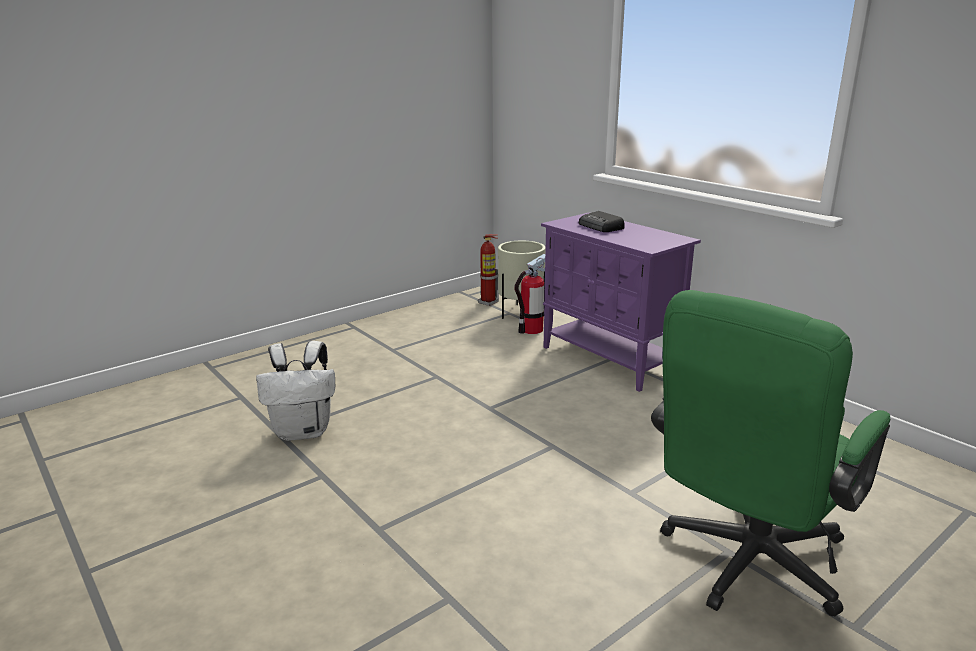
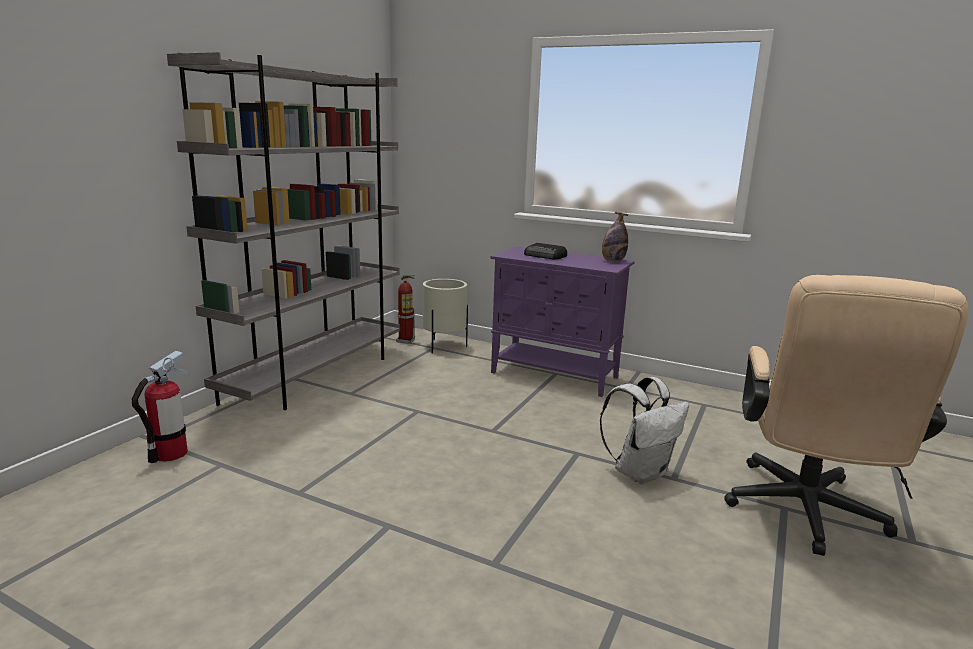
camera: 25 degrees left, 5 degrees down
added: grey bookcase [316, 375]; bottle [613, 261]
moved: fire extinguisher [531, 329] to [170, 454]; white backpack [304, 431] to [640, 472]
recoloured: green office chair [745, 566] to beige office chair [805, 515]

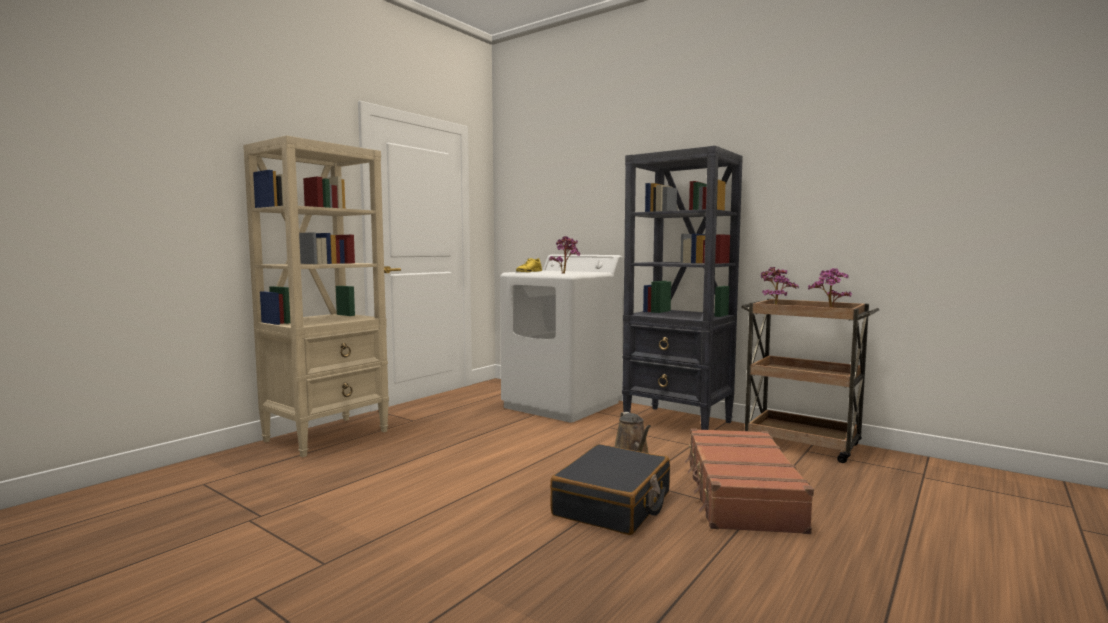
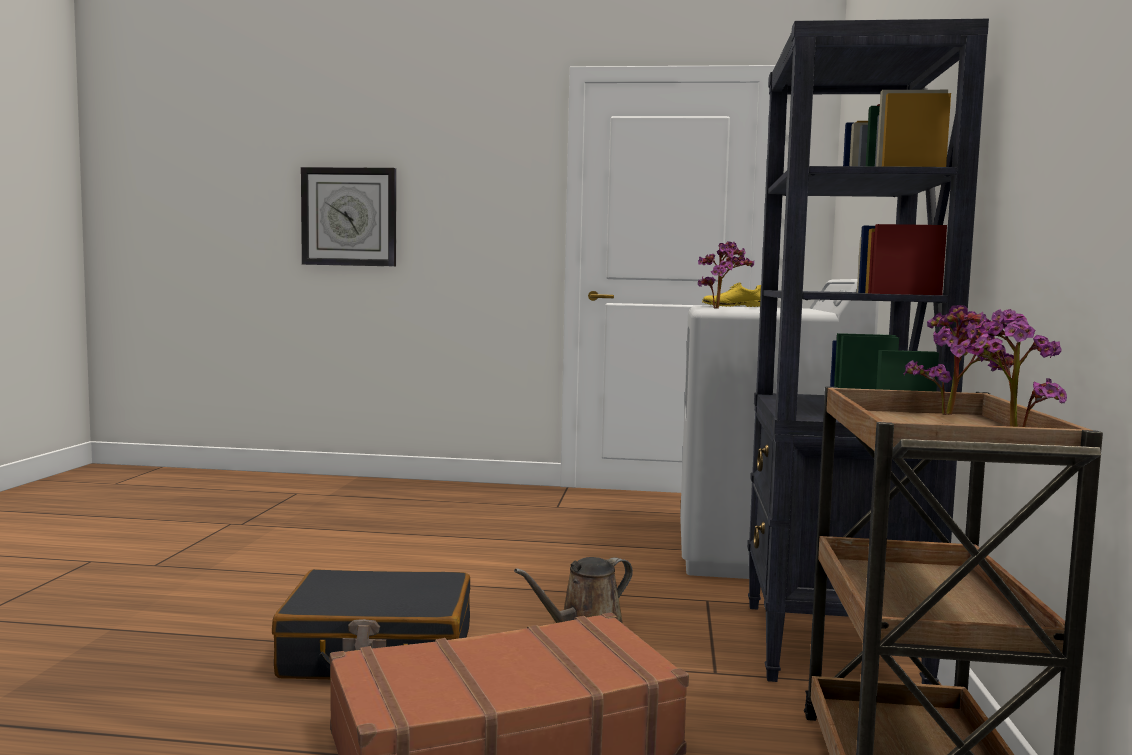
camera: 60 degrees right, 0 degrees up
removed: beige bookcase [328, 436]
added: wall clock [349, 217]

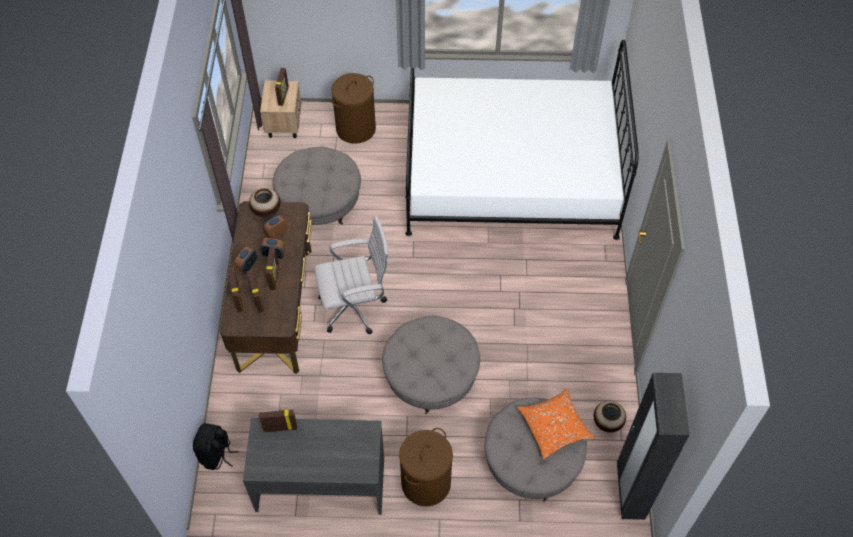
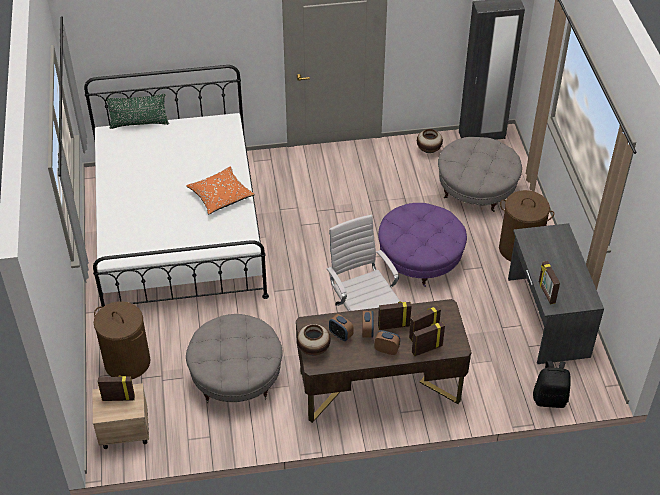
camera: 100 degrees left, 10 degrees down
added: green pillow [139, 123]
moved: orange pillow [554, 427] to [220, 196]
recoloured: grey ottoman [431, 376] to purple ottoman [420, 258]

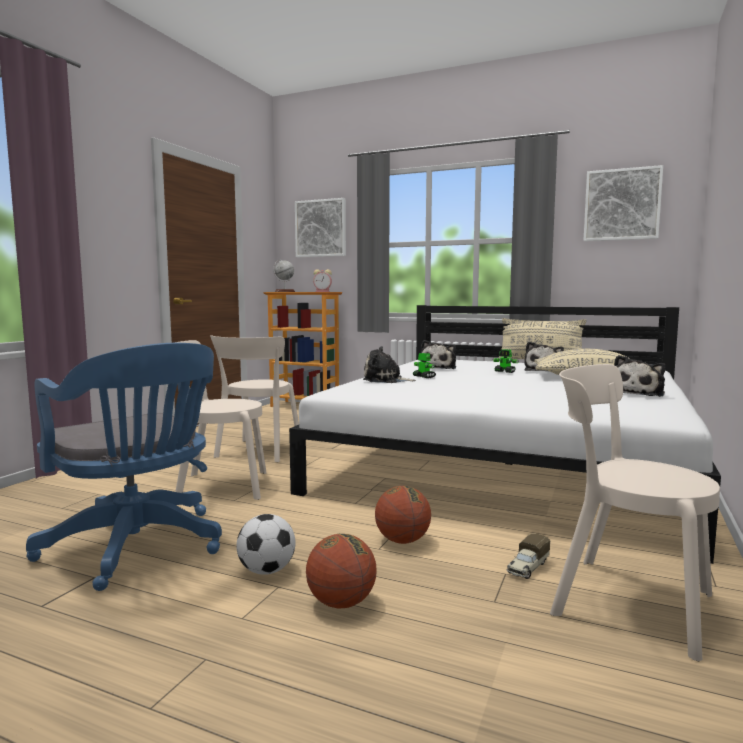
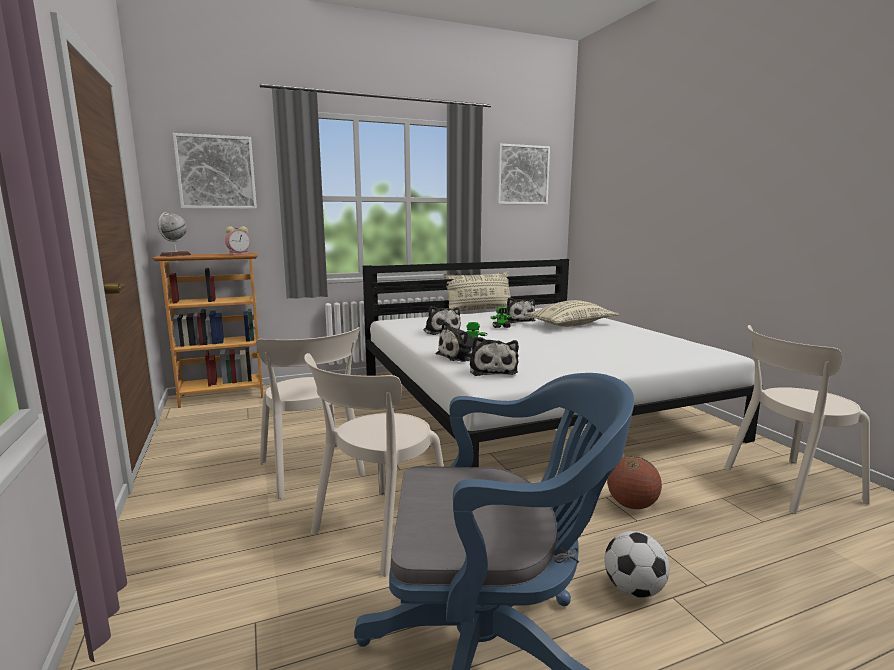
camera: 45 degrees left, 5 degrees up
removed: basketball [341, 603]; toy truck [527, 568]
moved: plush toy [639, 393] to [492, 370]

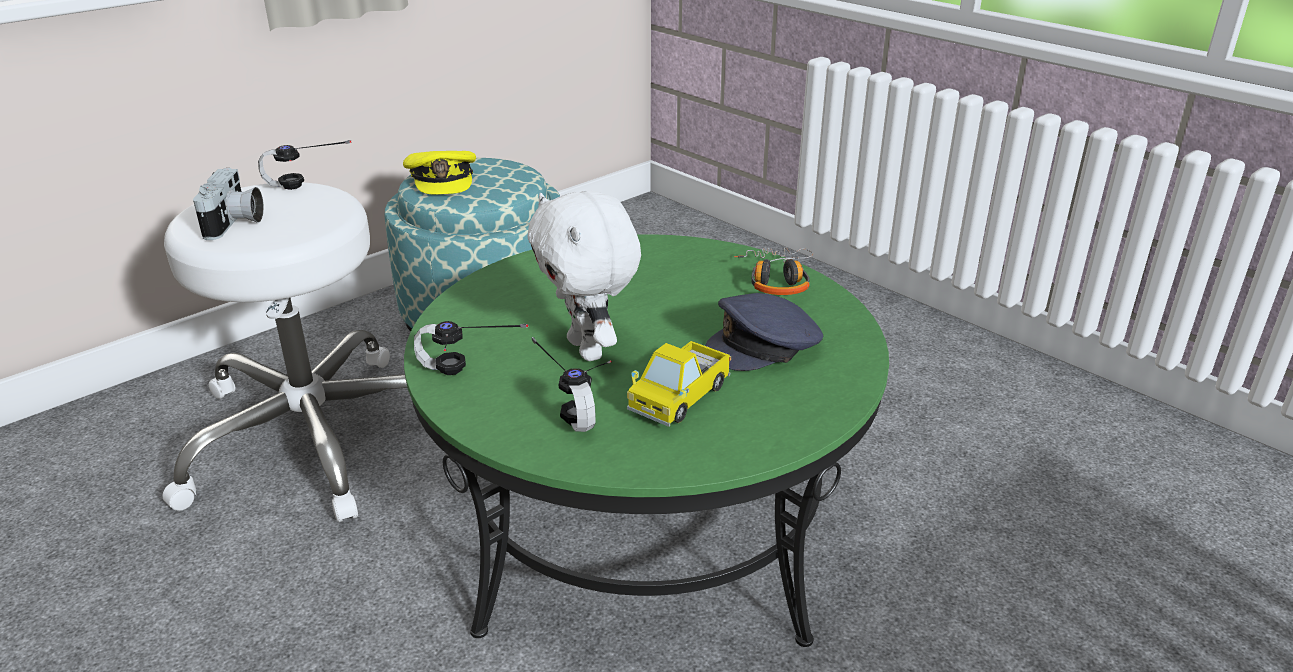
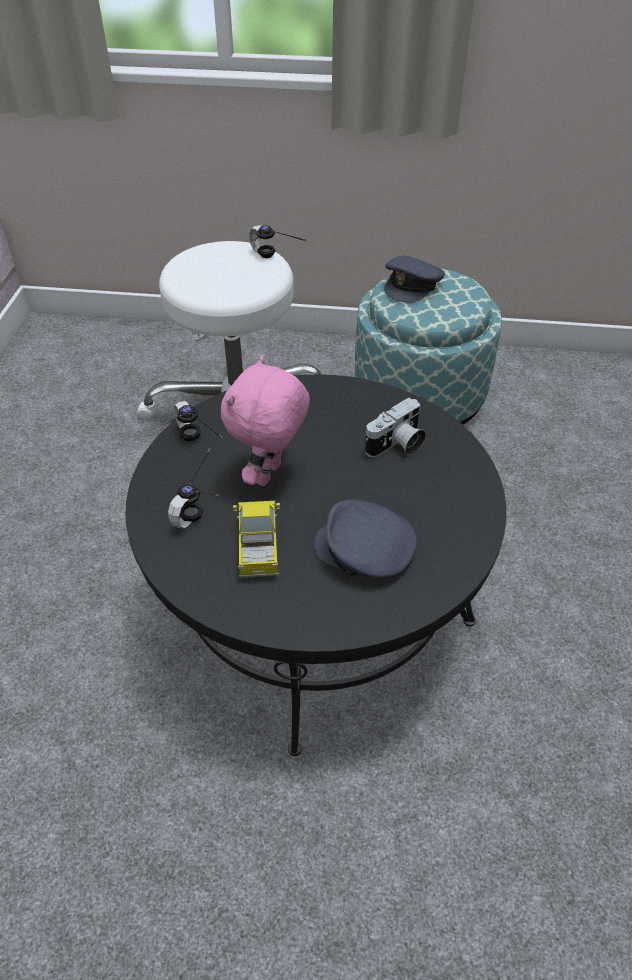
camera: 50 degrees right, 15 degrees up
removed: headphones [777, 280]
moved: photo camera [235, 223] to [397, 445]
recoloured: yellow cap [442, 179] to grey cap [412, 285]; white plush toy [588, 349] to pink plush toy [270, 475]; green coffee table [647, 525] to black coffee table [316, 606]
turned: toy truck [679, 398] = [258, 547] 90 degrees clockwise

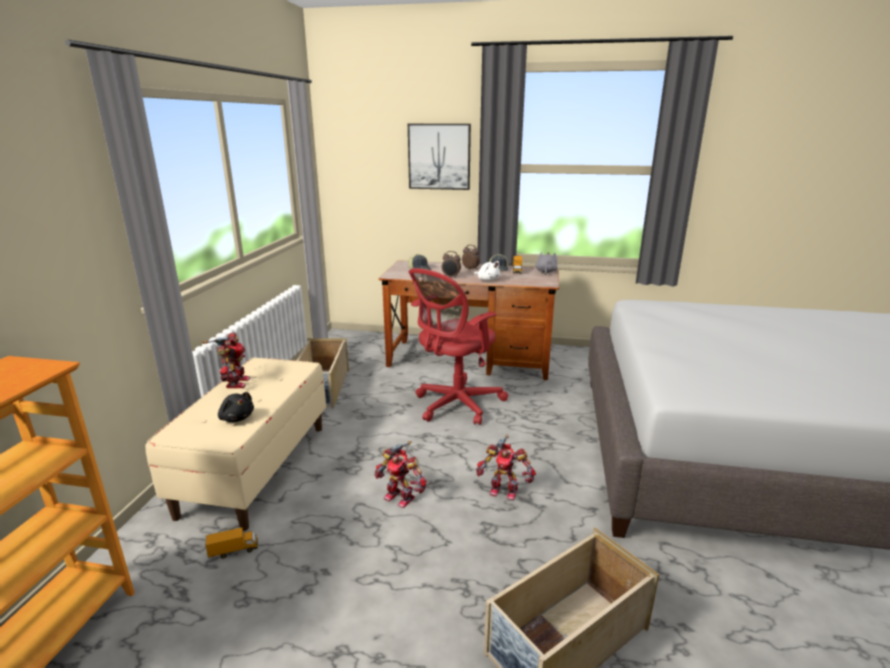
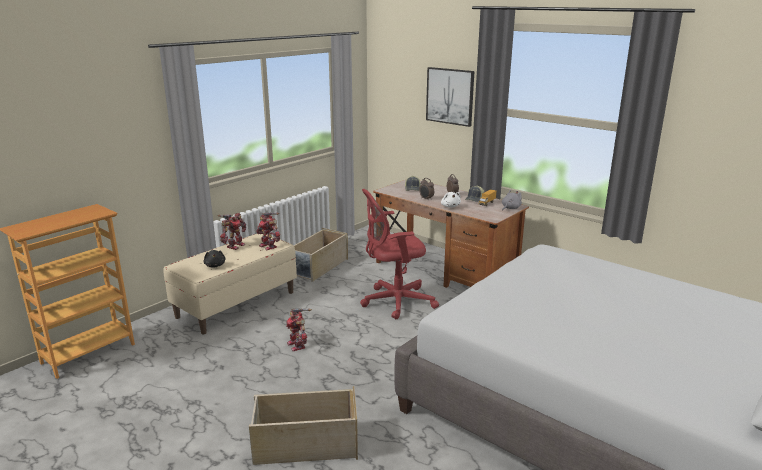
camera: 30 degrees right, 0 degrees up
removed: toy truck [234, 551]
moved: toy robot [504, 490] to [269, 246]

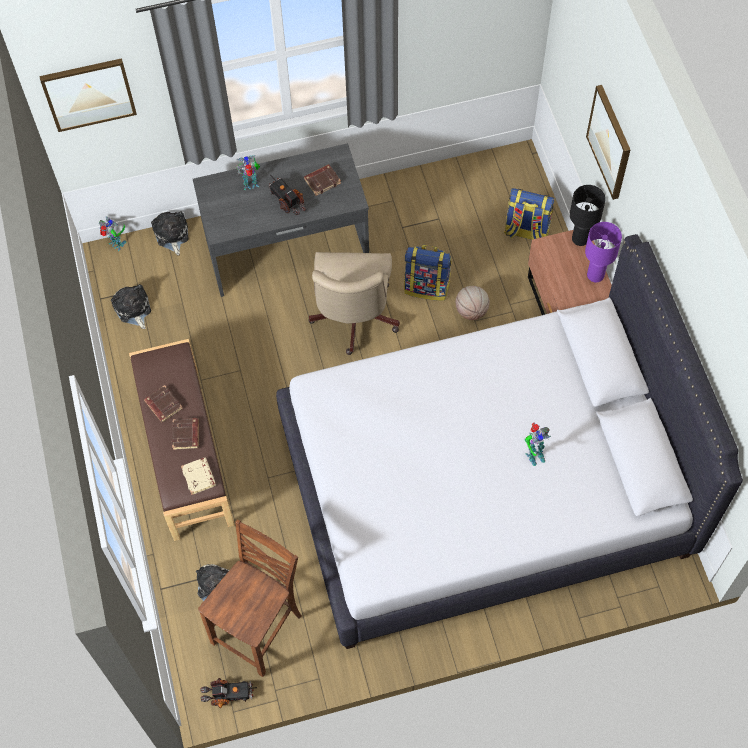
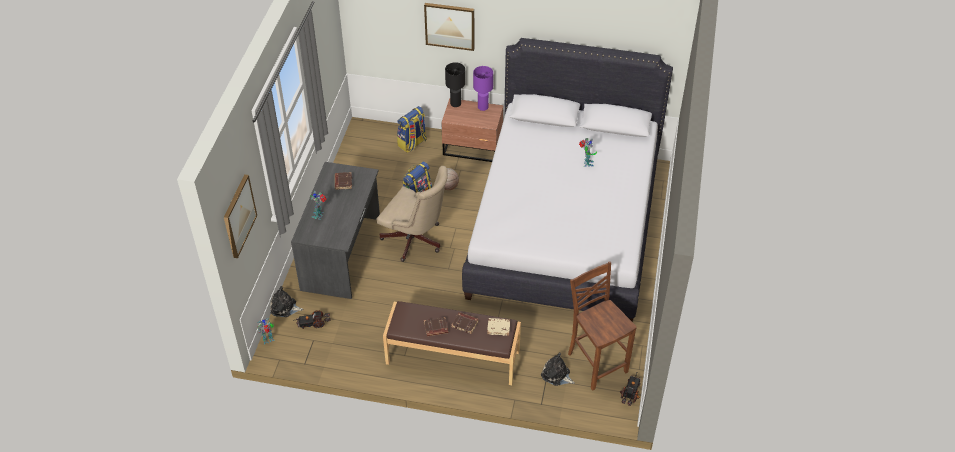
camera: 65 degrees left, 15 degrees down
removed: plush toy [133, 309]
moved: toy truck [287, 200] to [313, 323]

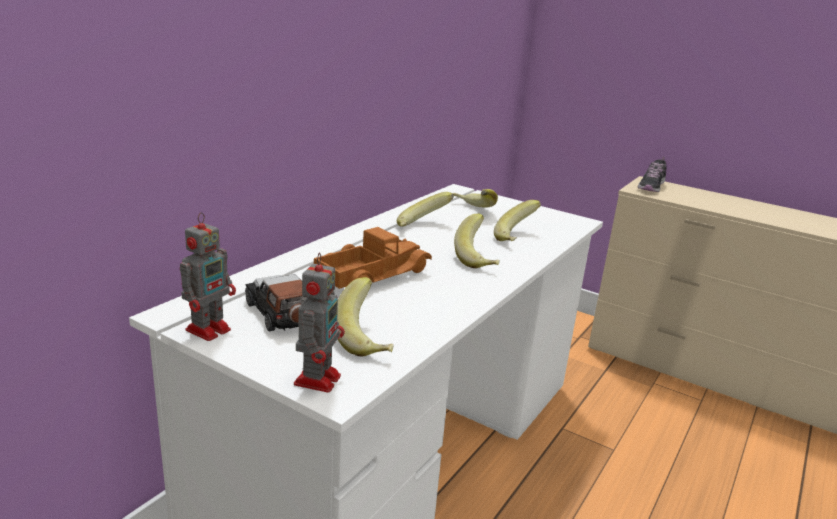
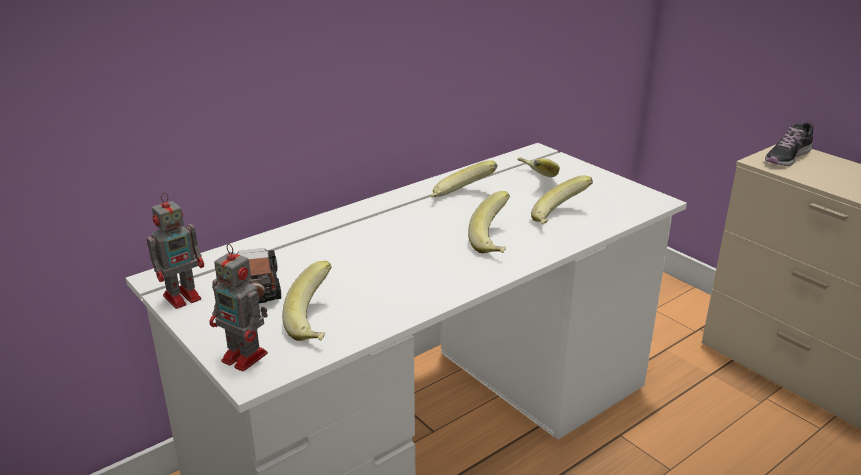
camera: 20 degrees right, 5 degrees up
removed: toy truck [371, 275]
turned: toy robot [318, 378] = [246, 358] 90 degrees clockwise

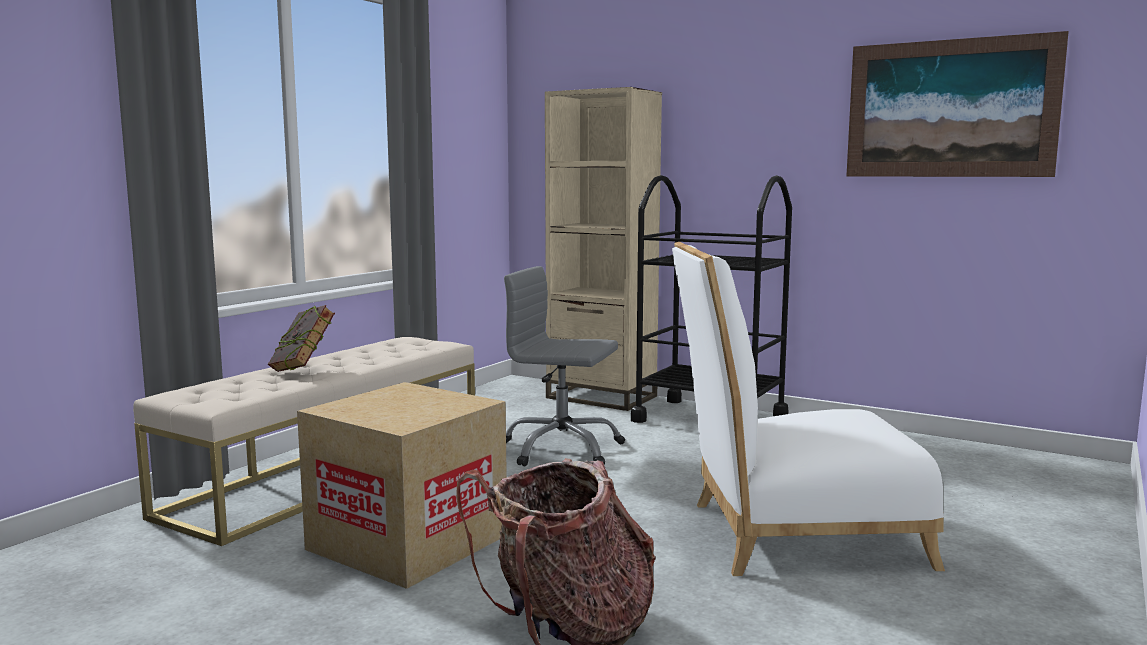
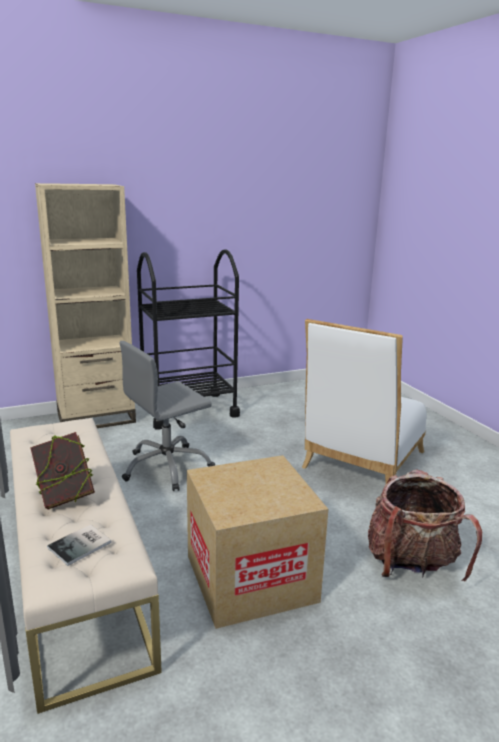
camera: 55 degrees left, 10 degrees up
removed: picture [950, 109]
added: book [82, 545]

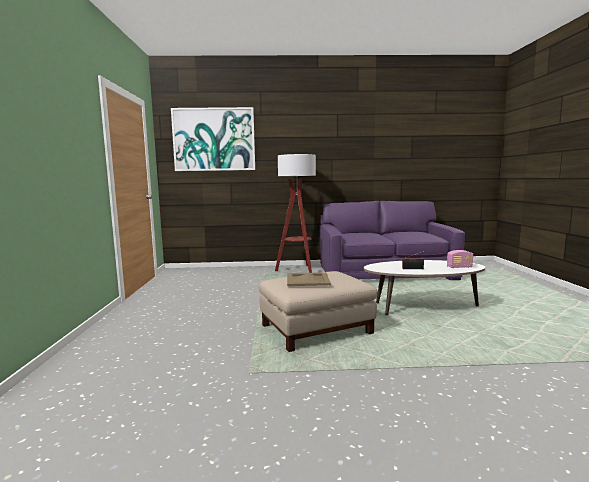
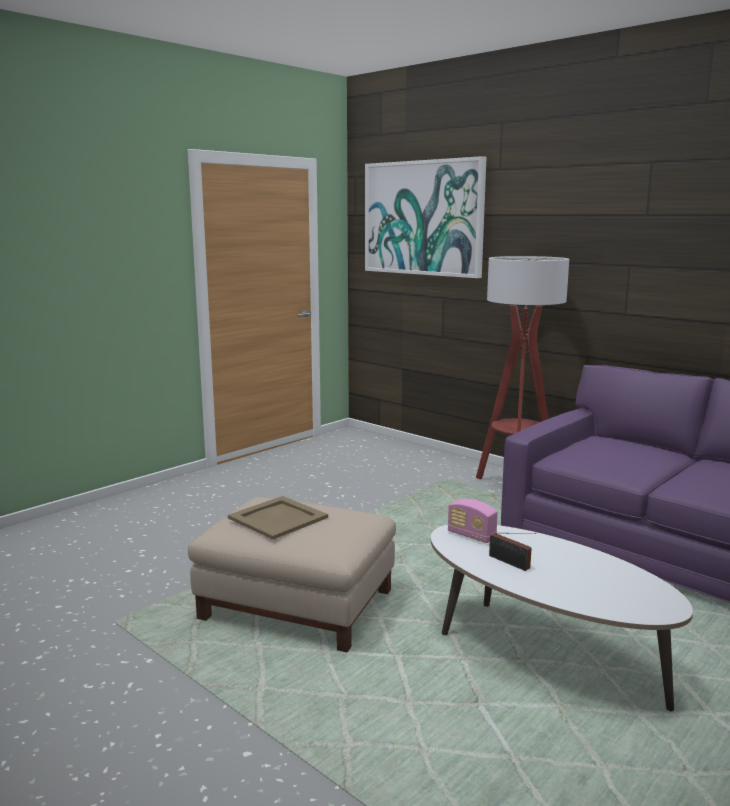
camera: 45 degrees right, 5 degrees up
moved: radio [459, 267] to [471, 536]

